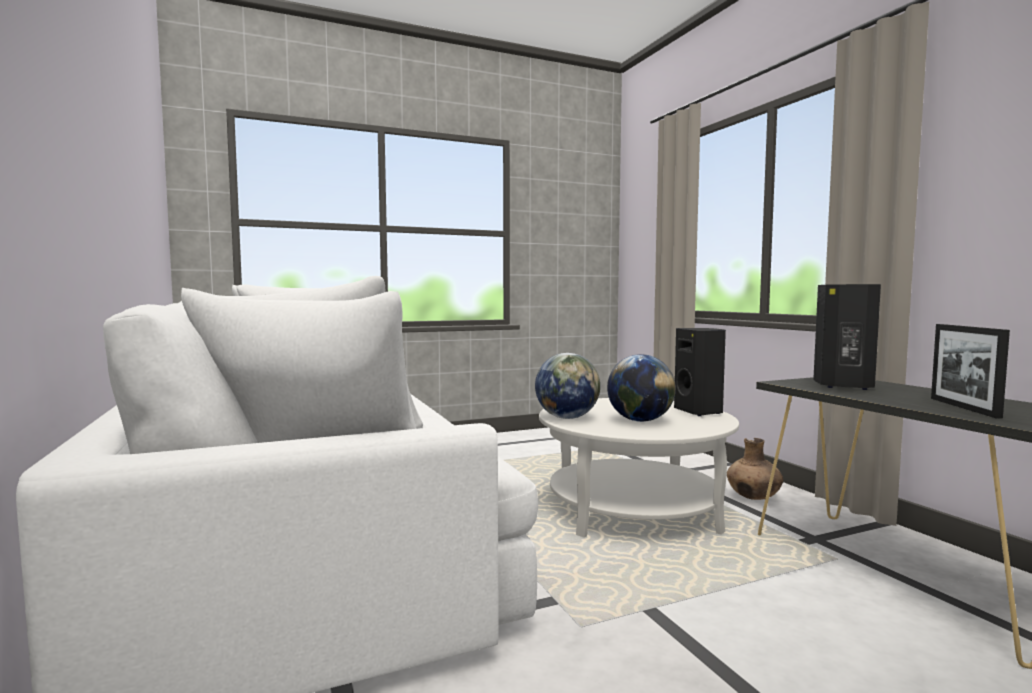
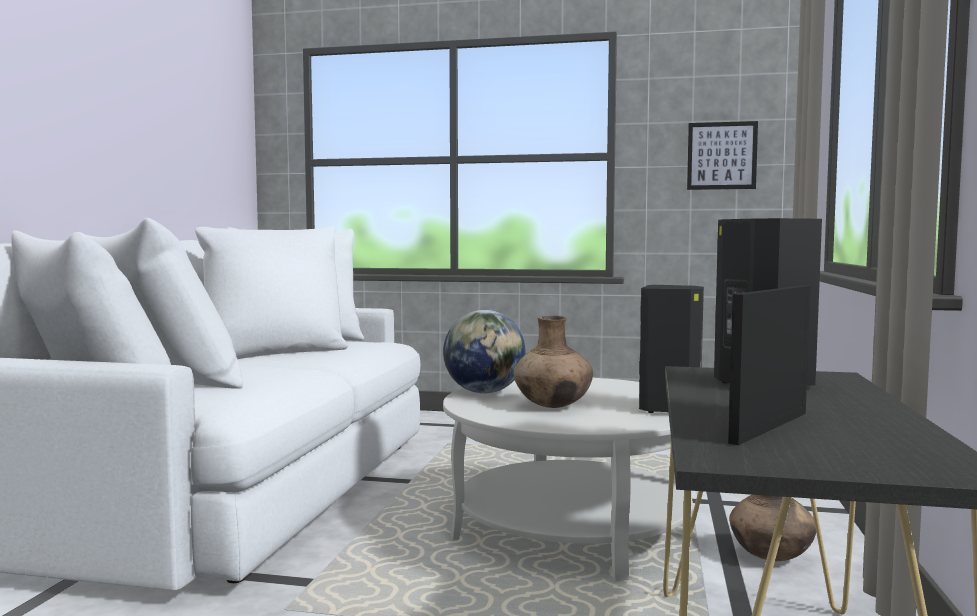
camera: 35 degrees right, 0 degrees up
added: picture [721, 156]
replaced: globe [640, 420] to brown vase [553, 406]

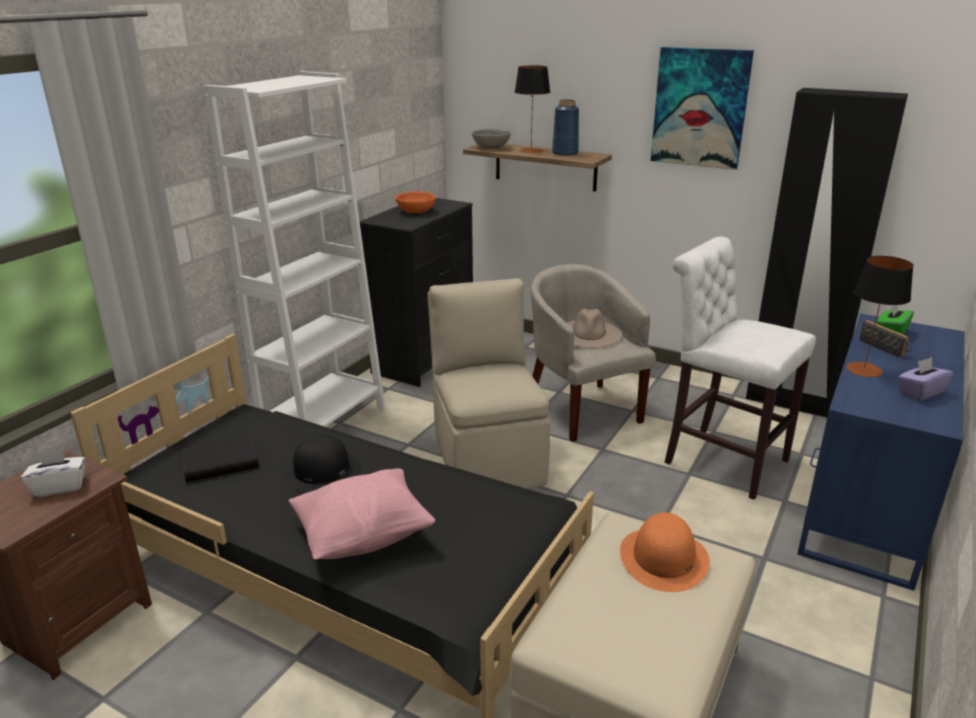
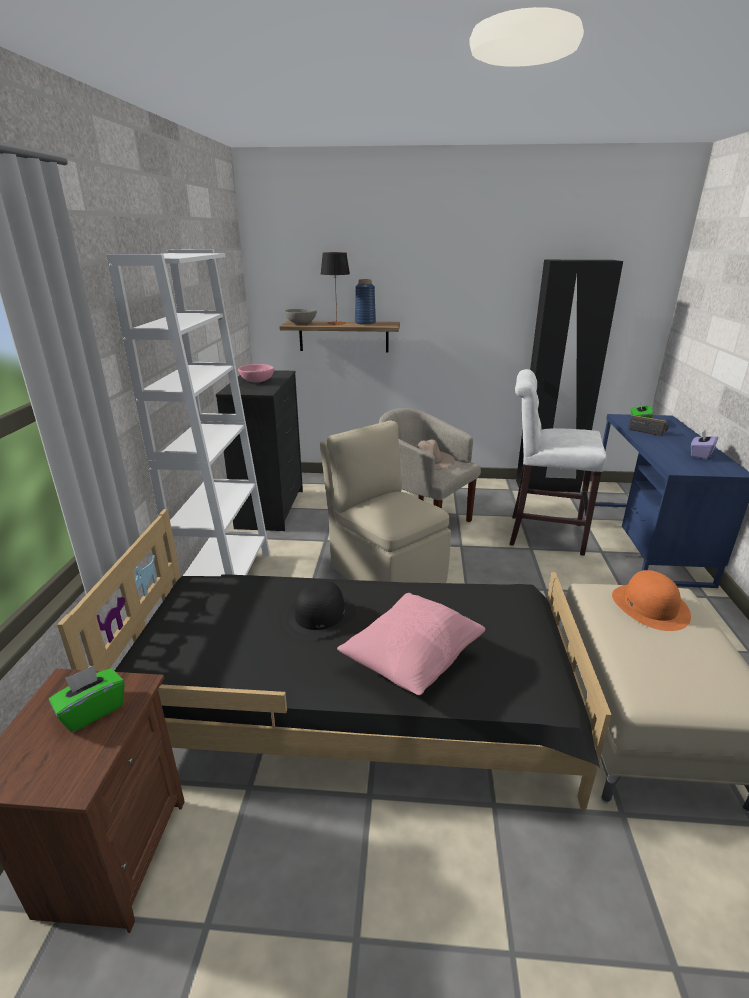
camera: 25 degrees left, 0 degrees up
removed: picture [700, 108]; table lamp [864, 369]; black book [221, 461]
recoloured: orange bowl [416, 212] to pink bowl [257, 381]; white tissue box [60, 486] to green tissue box [92, 710]

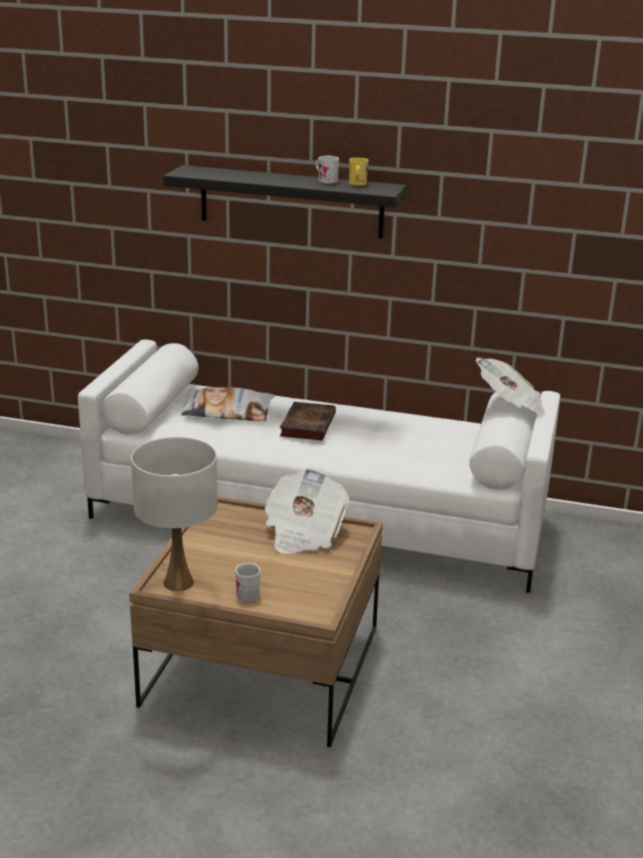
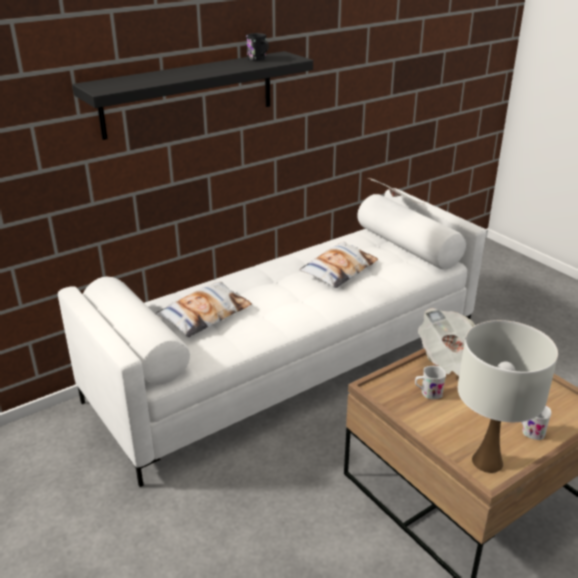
camera: 50 degrees left, 5 degrees up
removed: book [307, 424]
added: pillow [338, 270]
moved: white mug [325, 180] to [428, 393]
recoloured: yellow mug [357, 184] to black mug [259, 59]

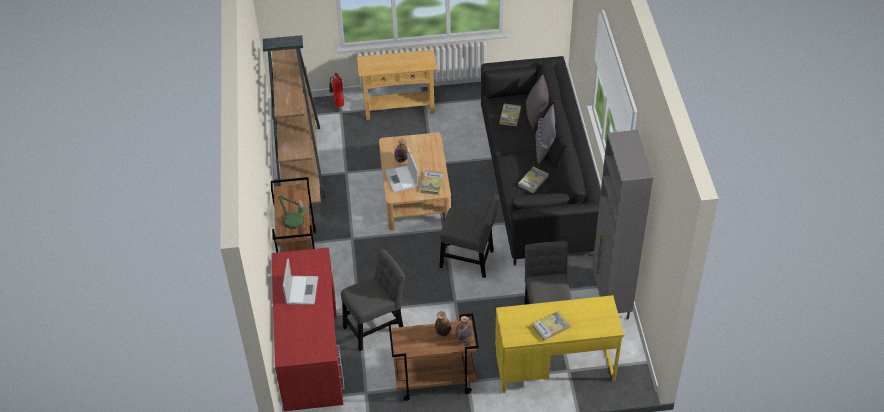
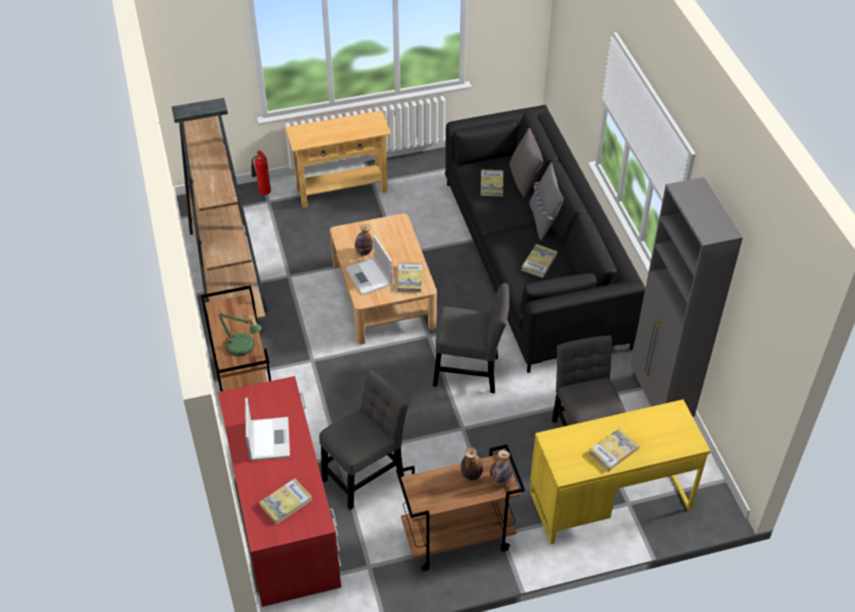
camera: 10 degrees left, 0 degrees up
added: book [286, 502]

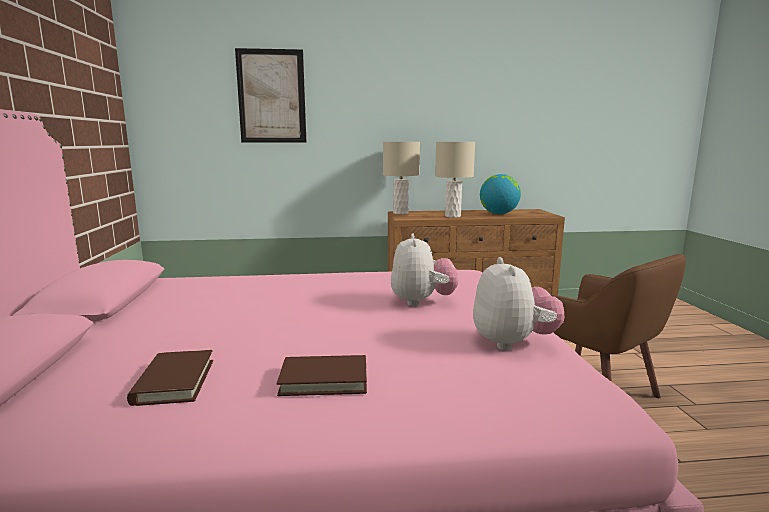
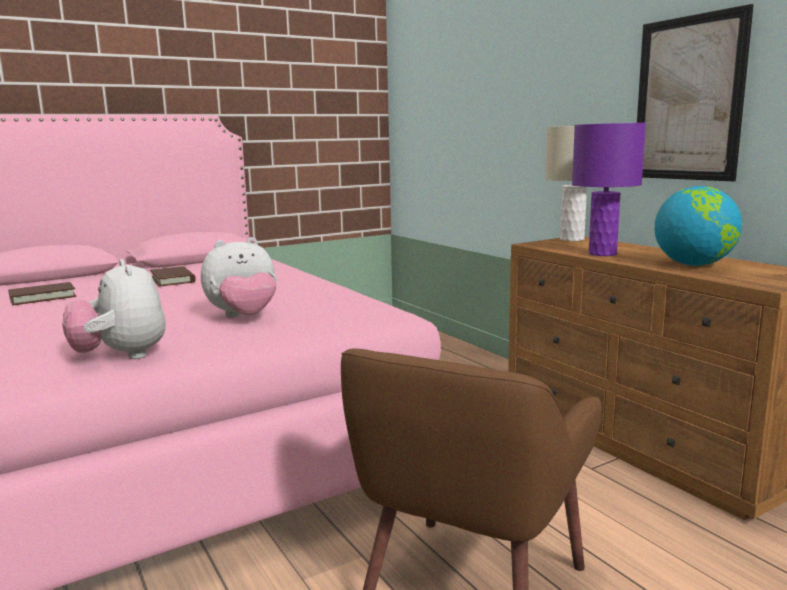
camera: 65 degrees right, 0 degrees up
moved: picture [271, 96] to [688, 99]; brown book [324, 380] to [173, 280]
recoloured: beige table lamp [453, 216] to purple table lamp [603, 254]
turned: plush toy [513, 343] = [121, 356] 90 degrees clockwise

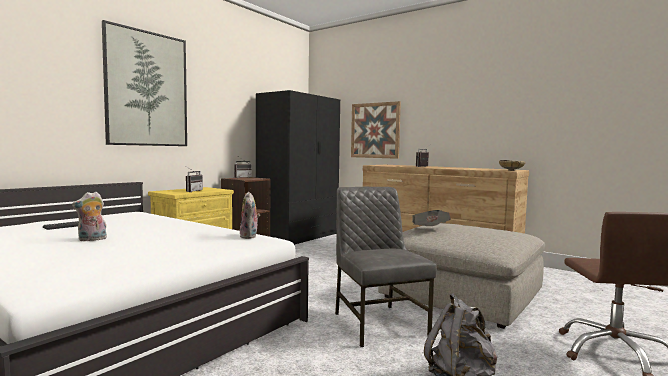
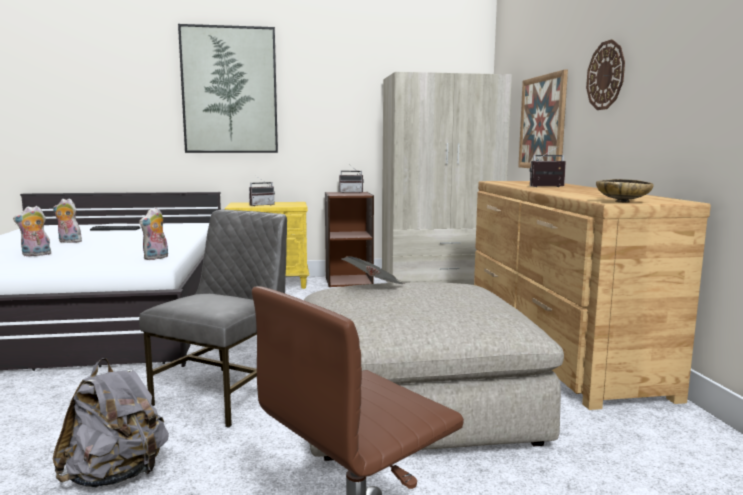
camera: 45 degrees right, 5 degrees up
added: wall clock [605, 75]; plush toy [35, 255]
recoloured: black wardrobe [299, 236] to beige wardrobe [440, 280]

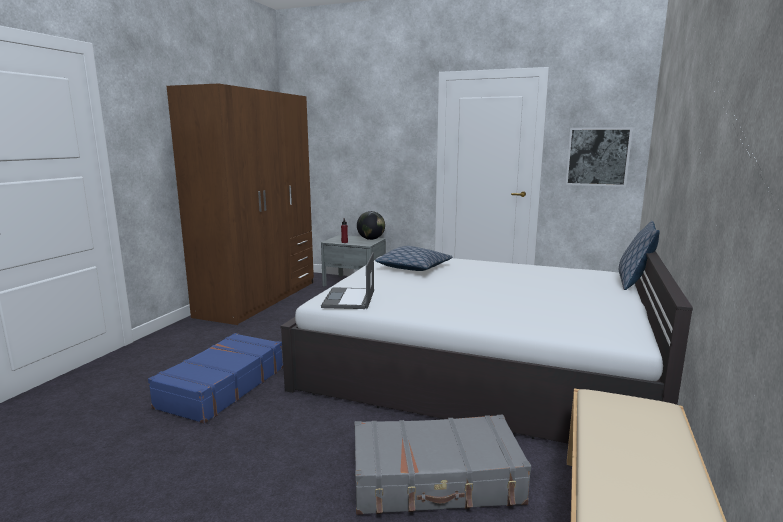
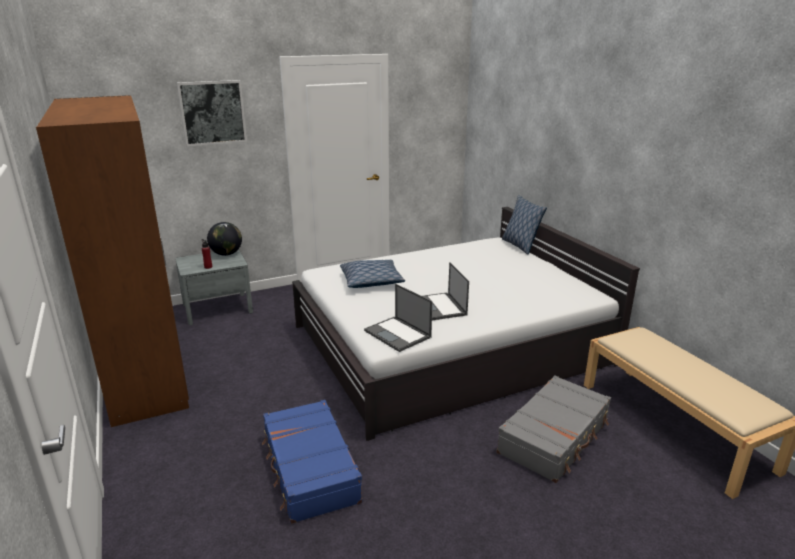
camera: 45 degrees left, 10 degrees up
added: laptop [440, 307]
moved: picture [597, 156] to [212, 112]

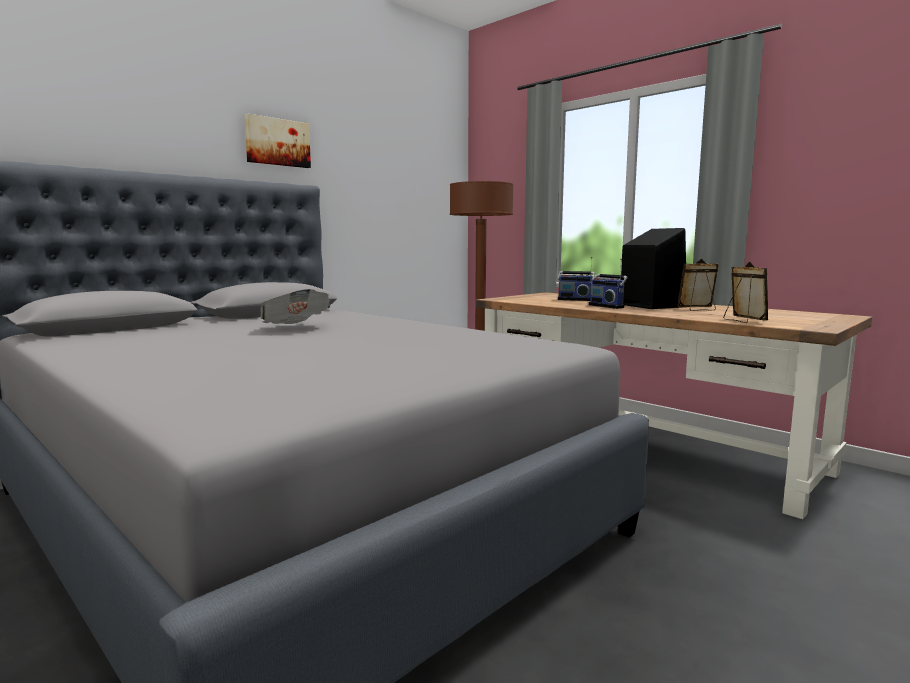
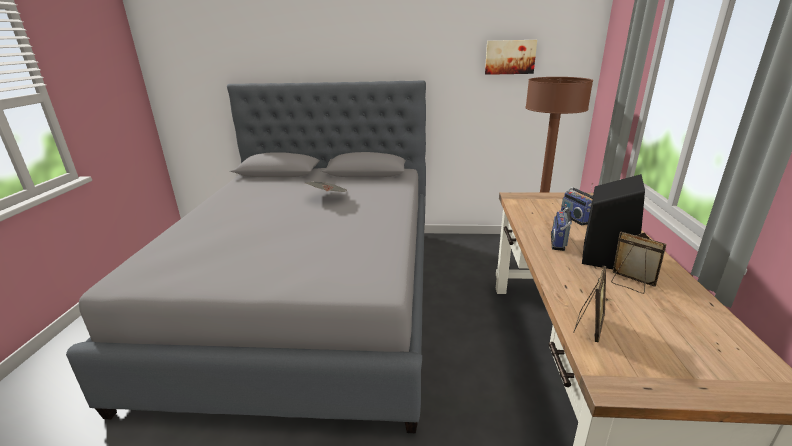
camera: 50 degrees right, 15 degrees up
moved: picture [277, 142] to [510, 57]

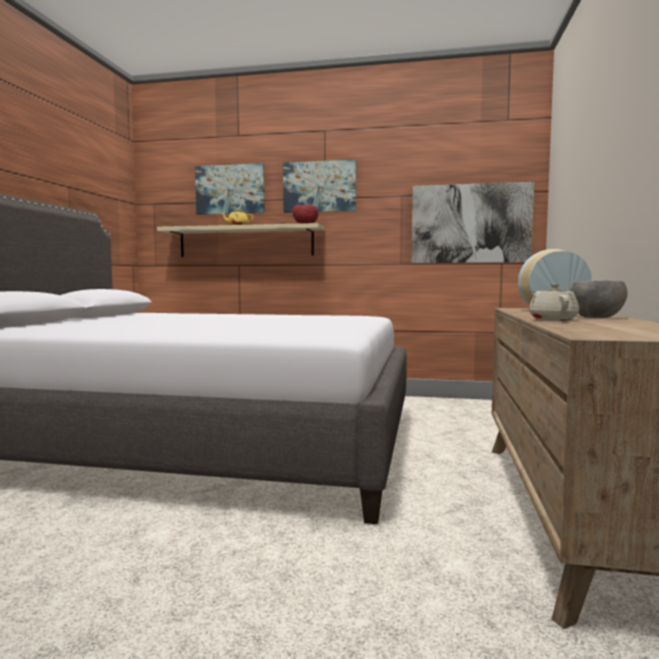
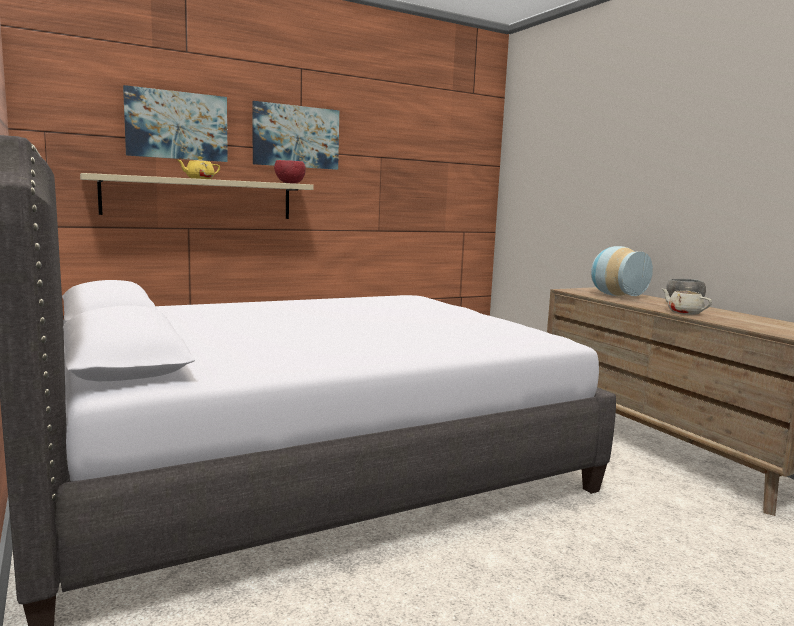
camera: 40 degrees left, 5 degrees up
removed: picture [470, 223]

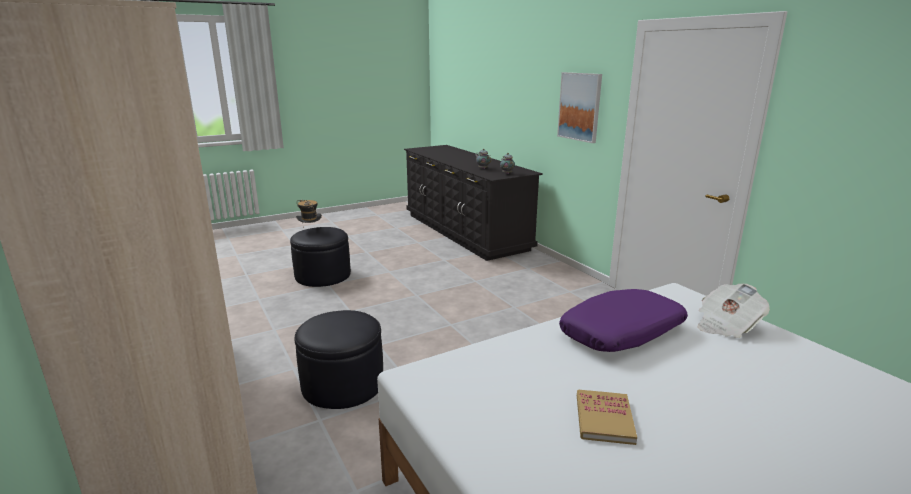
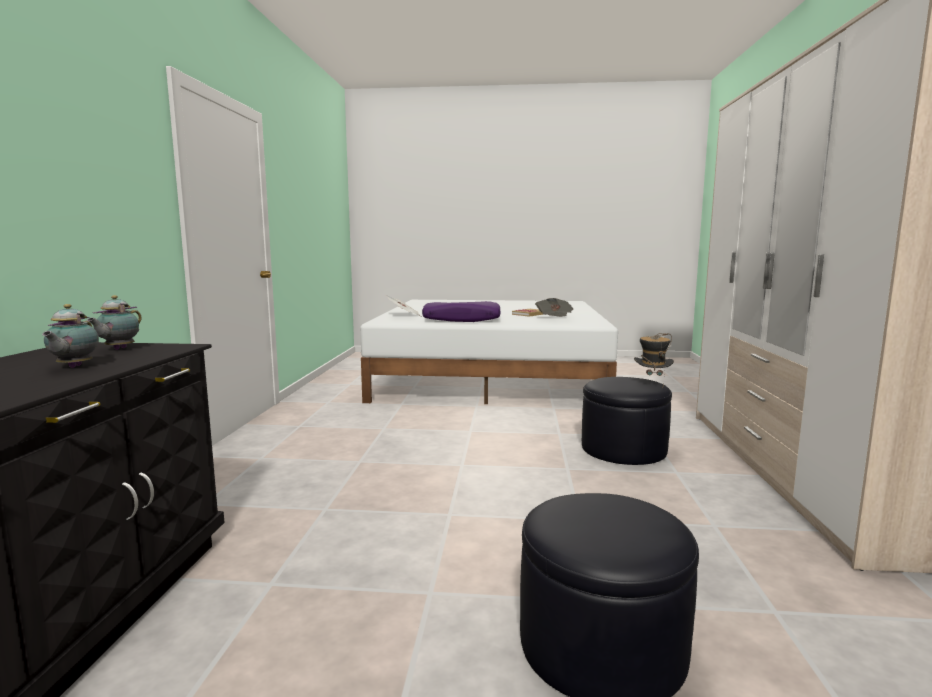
camera: 145 degrees left, 10 degrees down
removed: picture [580, 106]
added: newspaper [554, 318]
moved: hat [310, 231] to [652, 383]

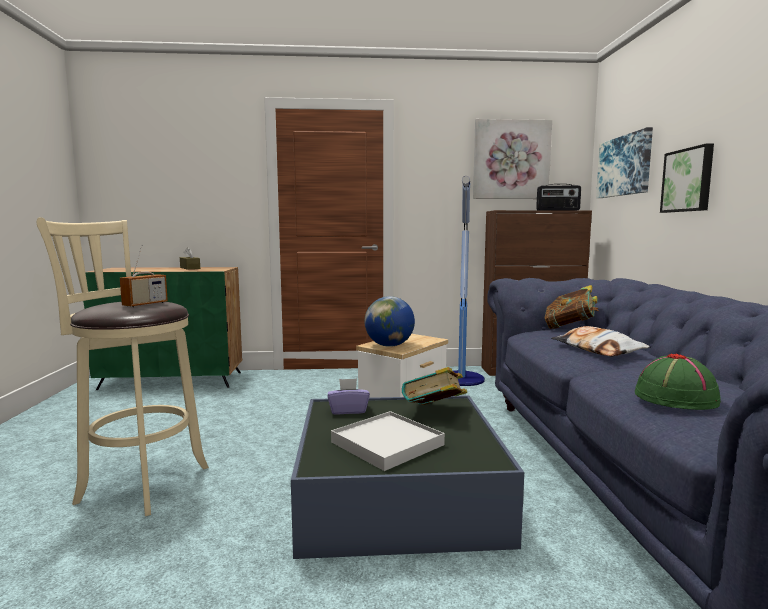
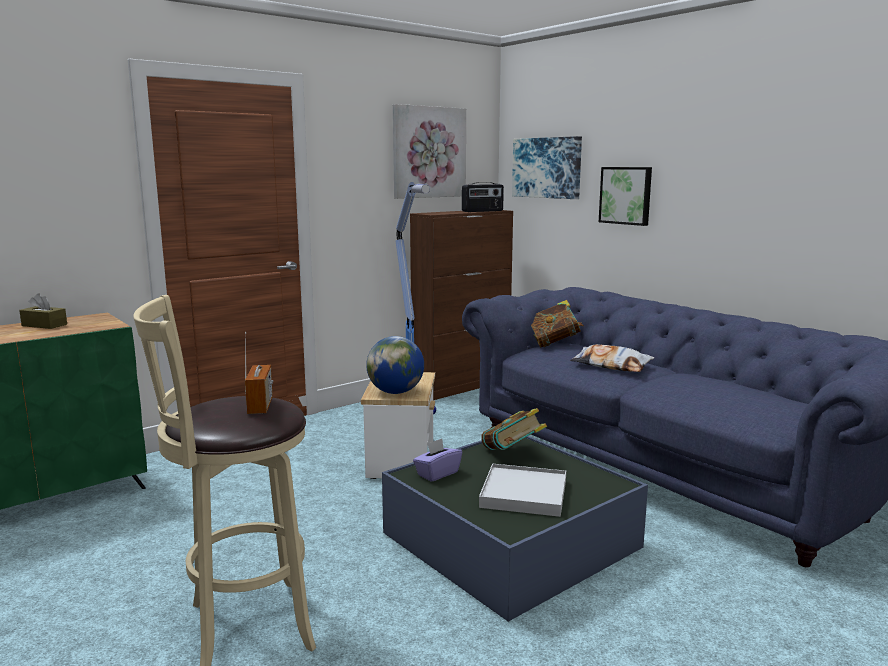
camera: 35 degrees left, 5 degrees up
removed: green hat [676, 398]

